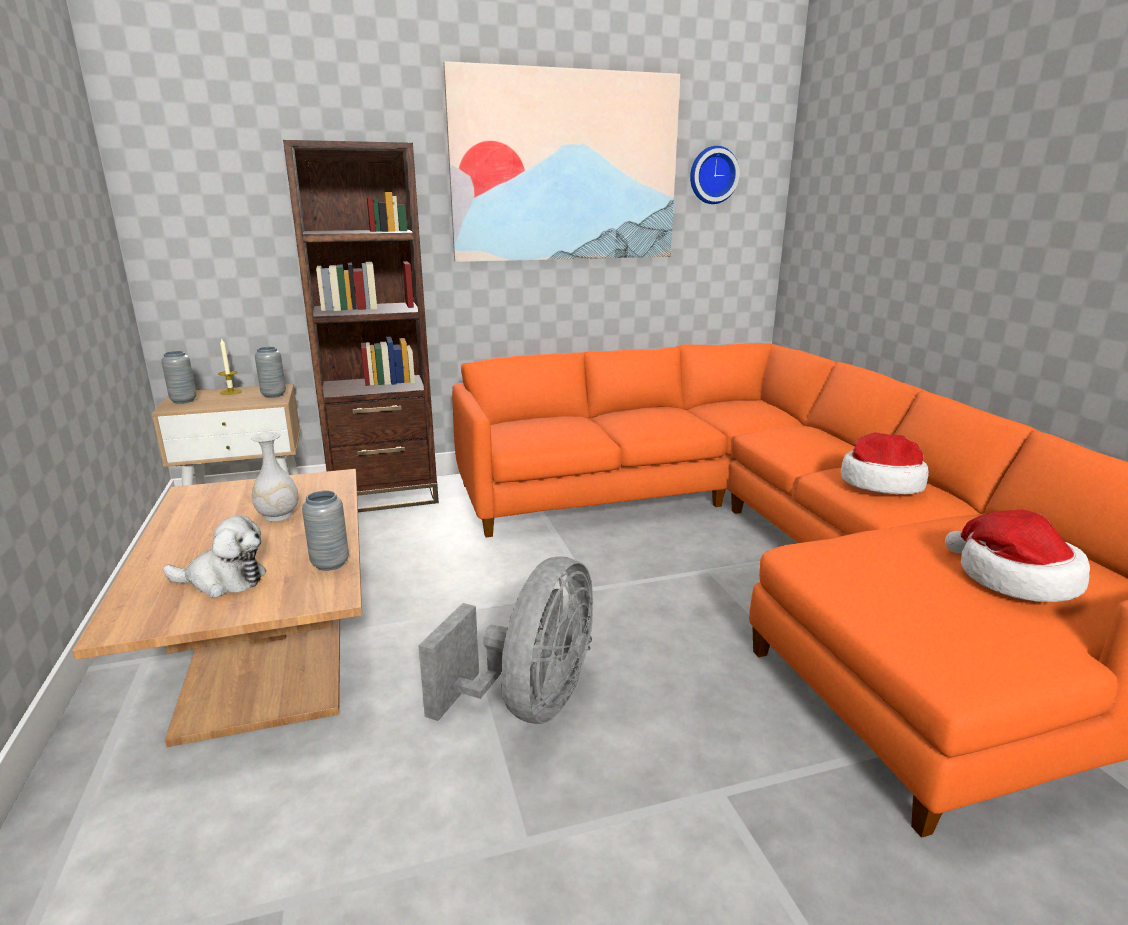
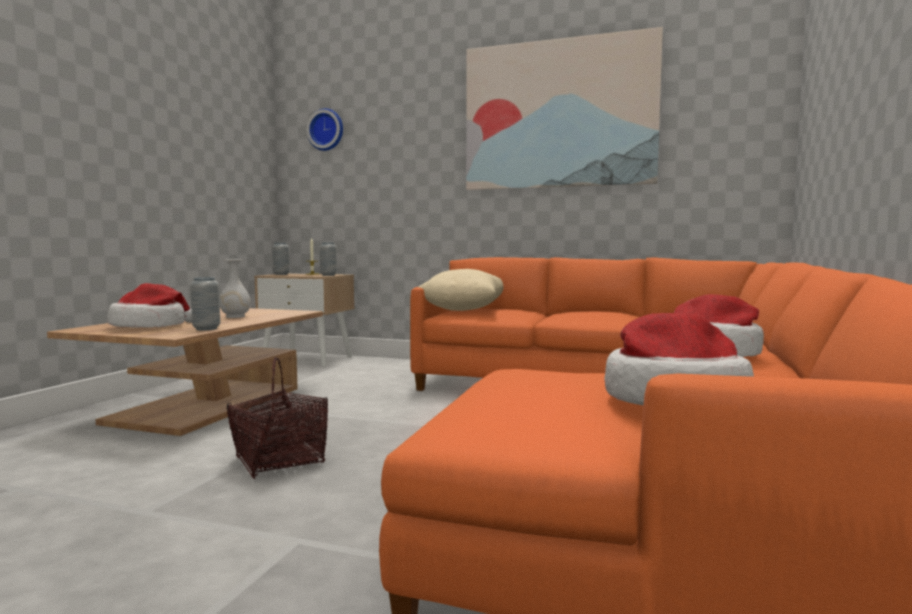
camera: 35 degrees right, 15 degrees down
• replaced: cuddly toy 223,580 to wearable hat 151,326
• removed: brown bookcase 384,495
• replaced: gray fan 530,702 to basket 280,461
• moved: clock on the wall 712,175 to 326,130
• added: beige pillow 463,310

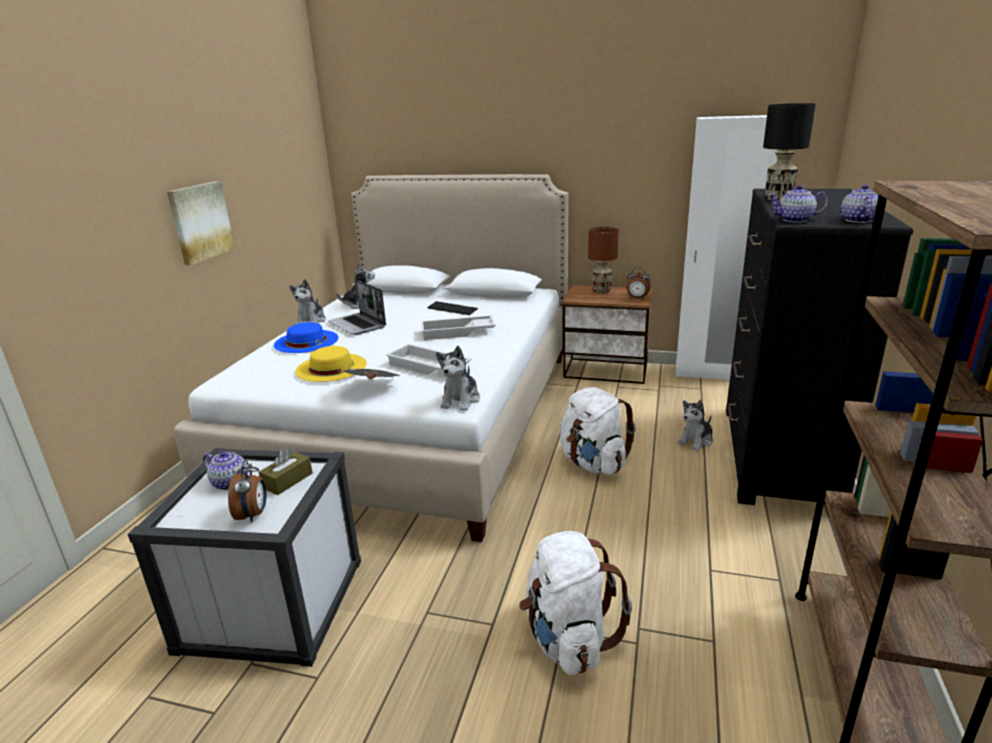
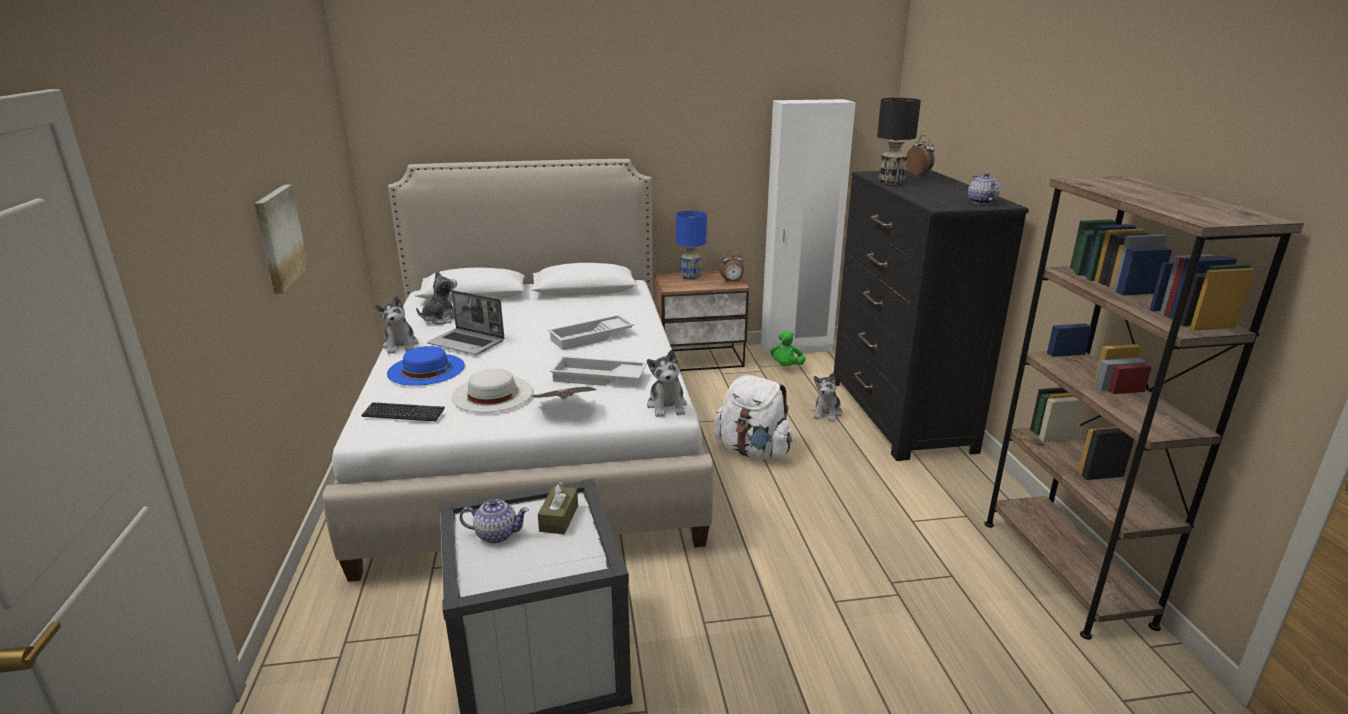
camera: 25 degrees left, 0 degrees up
• moved: table clock 253,515 to 919,174
• recoloured: yellow wearable hat 331,367 to whitish wearable hat 492,394
• moved: computer keyboard 452,309 to 403,413
• removed: whitish backpack 568,639
• recoloured: brown tabletop lamp 601,291 to blue tabletop lamp 690,277
• removed: tea pot 795,220
• added: green cuddly toy 786,367

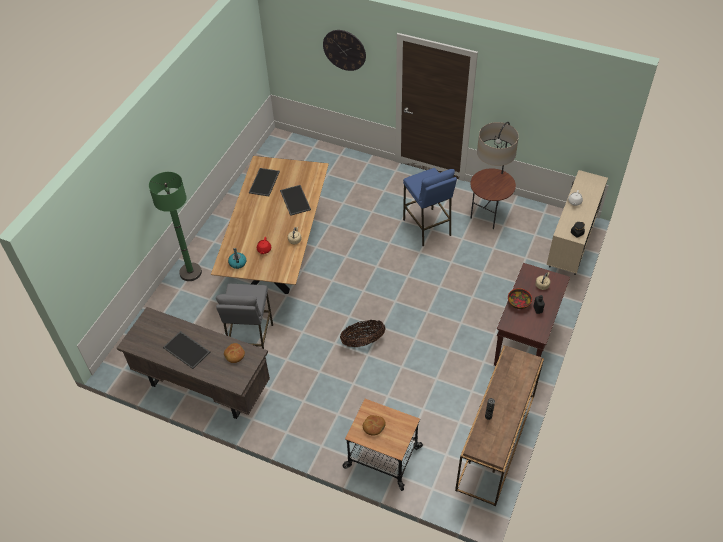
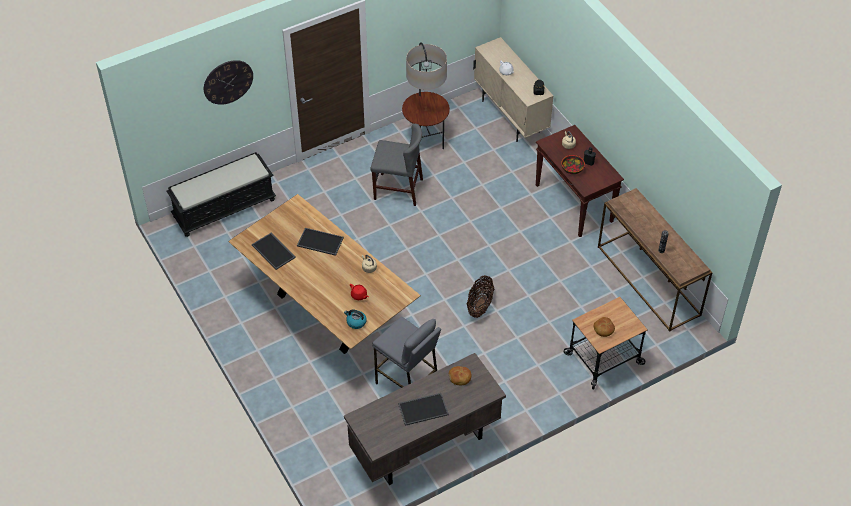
camera: 55 degrees left, 0 degrees up
• removed: green standard lamp 190,272
• replaced: blue stool 427,227 to gray upright chair 398,189
• added: black bench 224,207

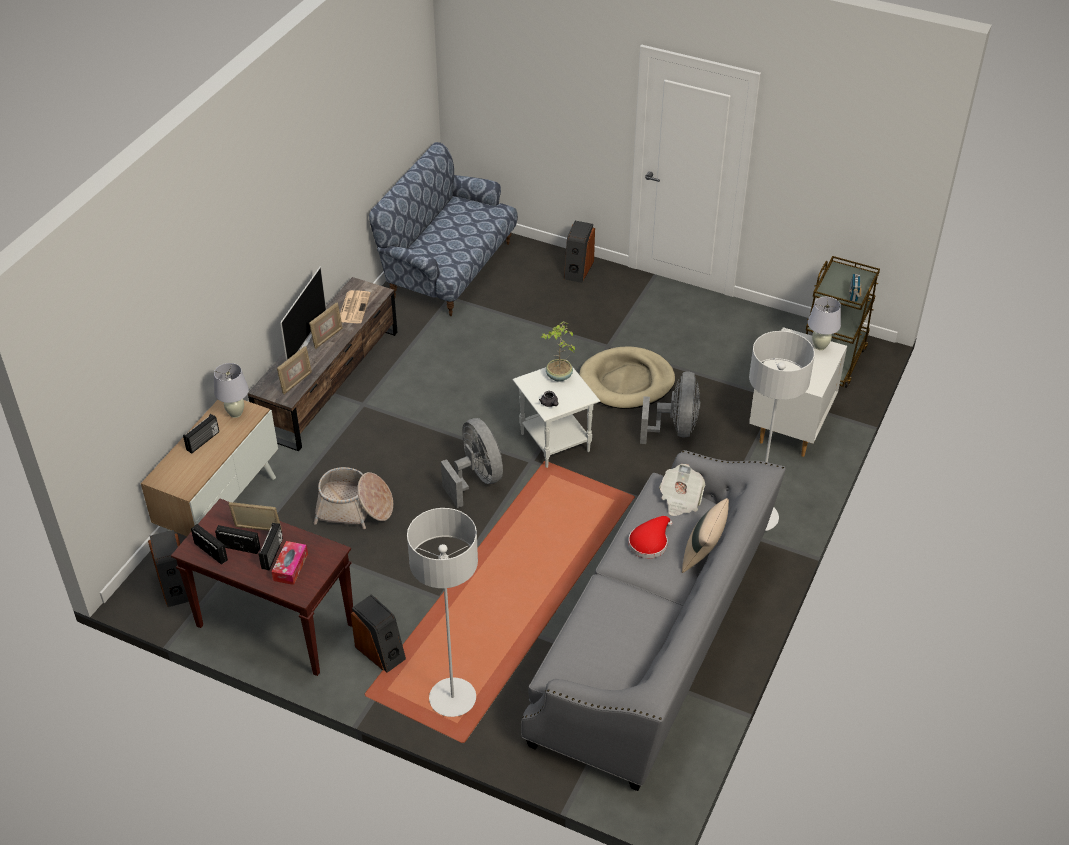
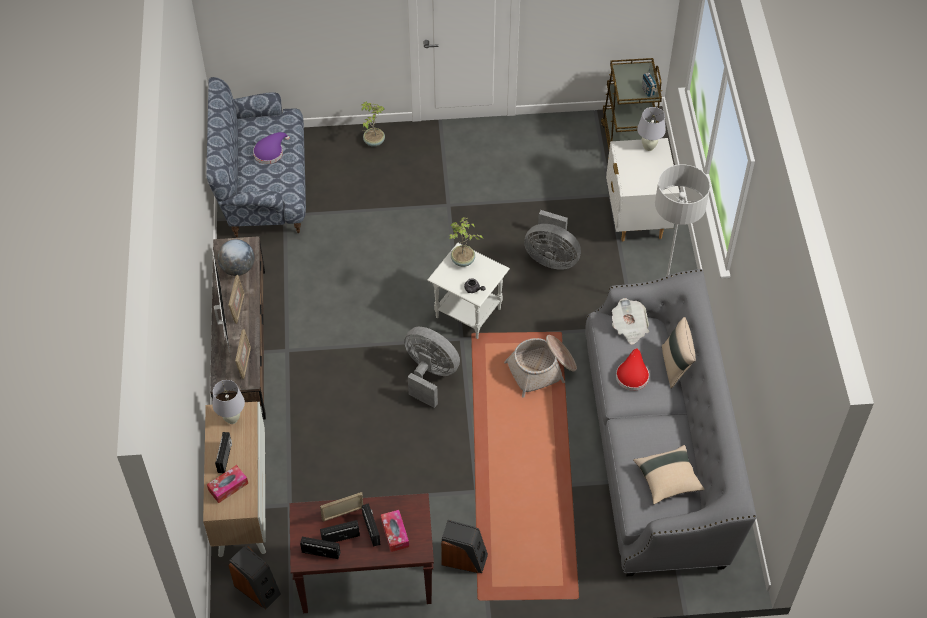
camera: 30 degrees left, 10 degrees up
• moved: basket 354,509 to 542,370
• replaced: daily paper 354,307 to globe 238,268
• removed: gray standard lamp 452,698
• replaced: audio speaker 578,269 to houseplant 373,141
• removed: beige dog cushion 626,381
• turned: gray fan 674,429 = 551,258 135 degrees clockwise
• added: box of tissues 228,487
• added: purplish wearable hat 270,152
• added: beige pillow 667,480

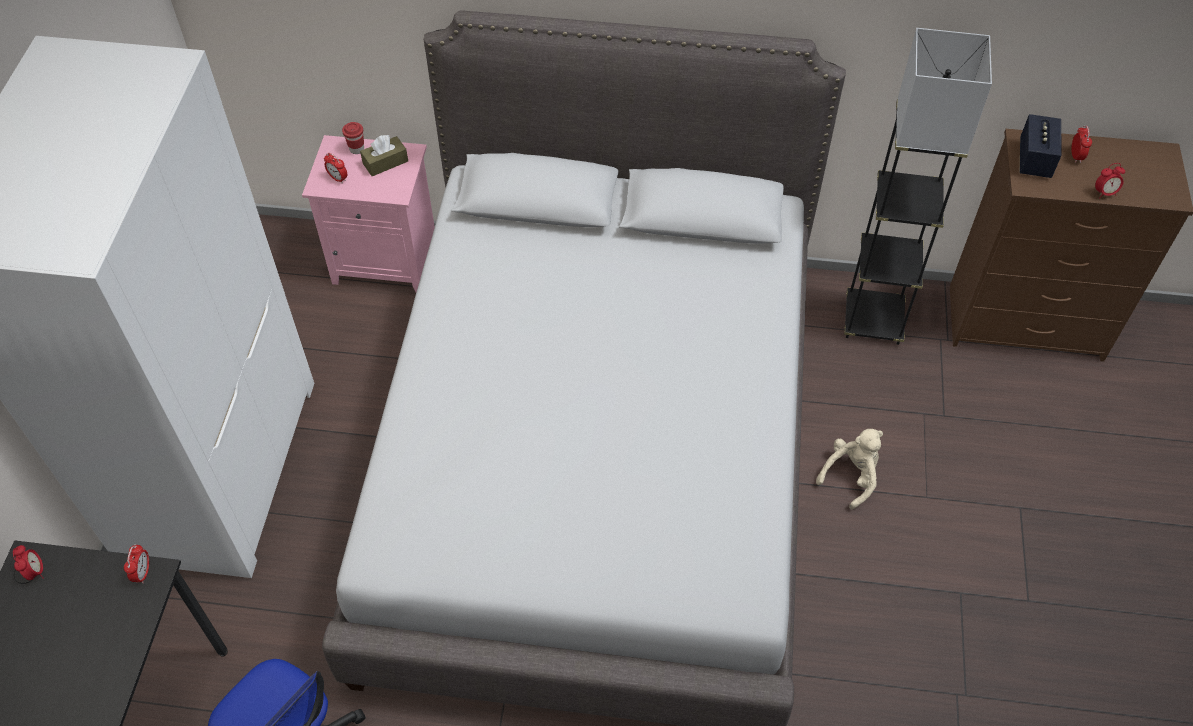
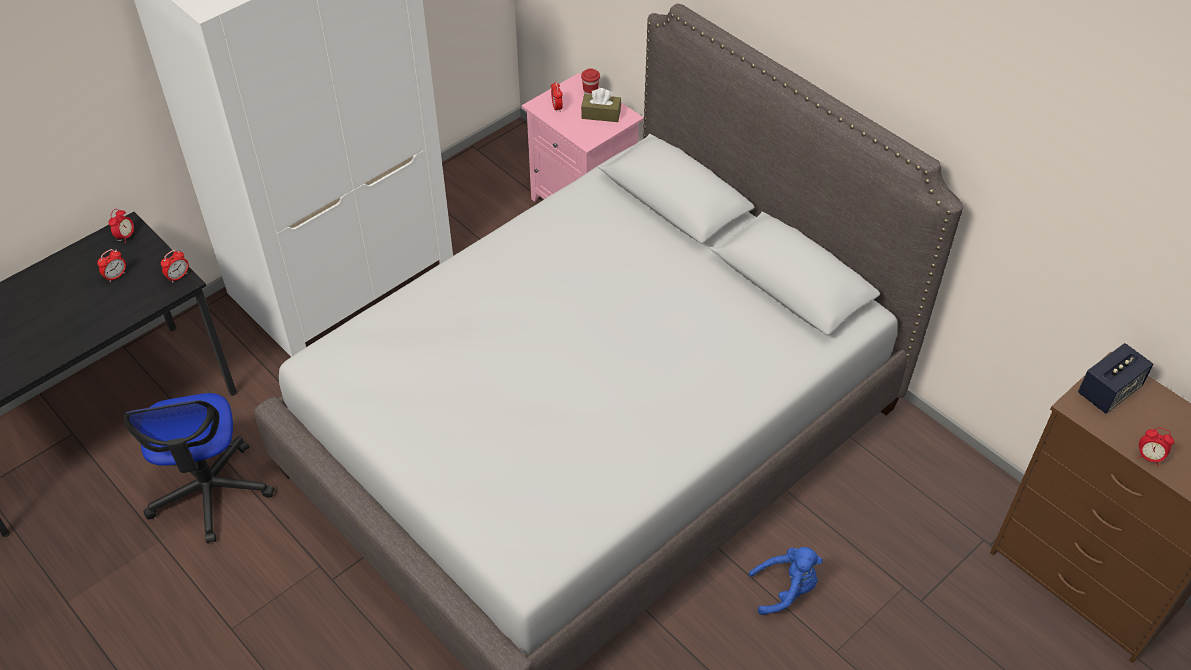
camera: 40 degrees right, 5 degrees down
• recoloured: beige cuddly toy 851,476 to blue cuddly toy 786,589
• removed: black standard lamp 873,321
• moved: table clock 1076,156 to 116,276

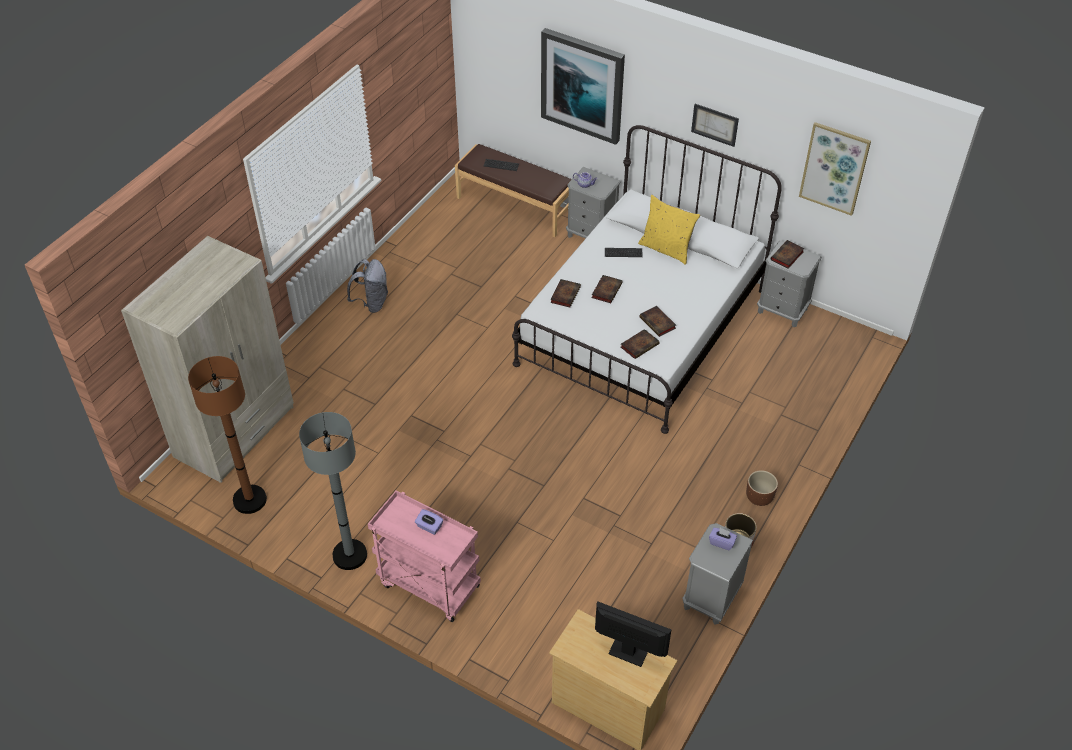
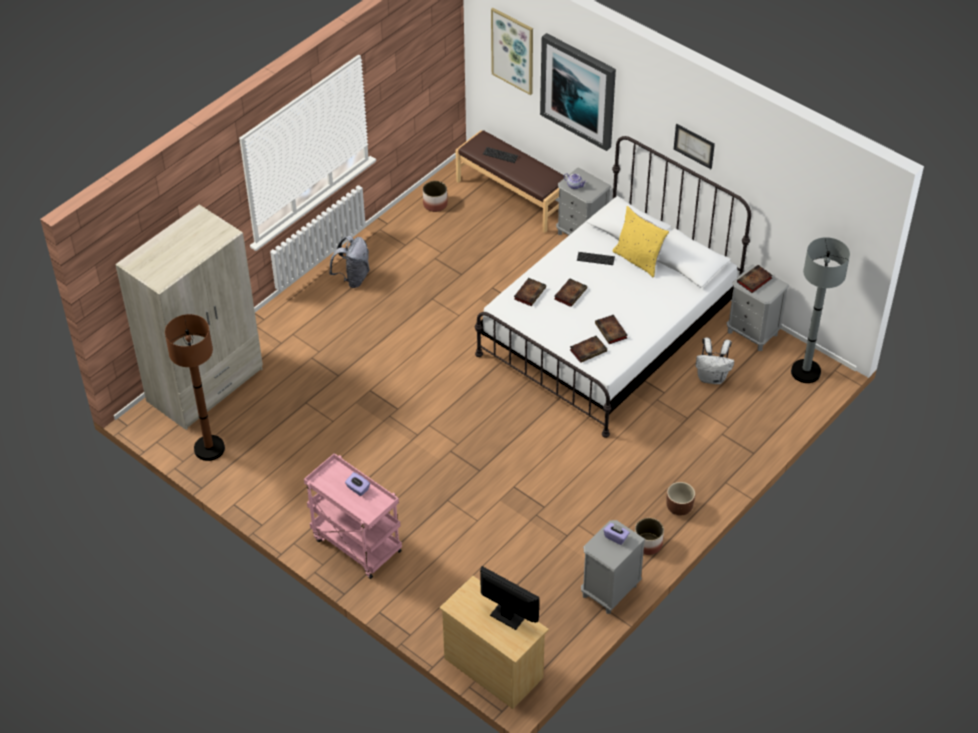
camera: 10 degrees right, 0 degrees up
• moved: gray standard lamp 350,555 to 805,372
• moved: wall art 834,168 to 513,50
• added: plant pot 435,204
• added: whitish backpack 712,377

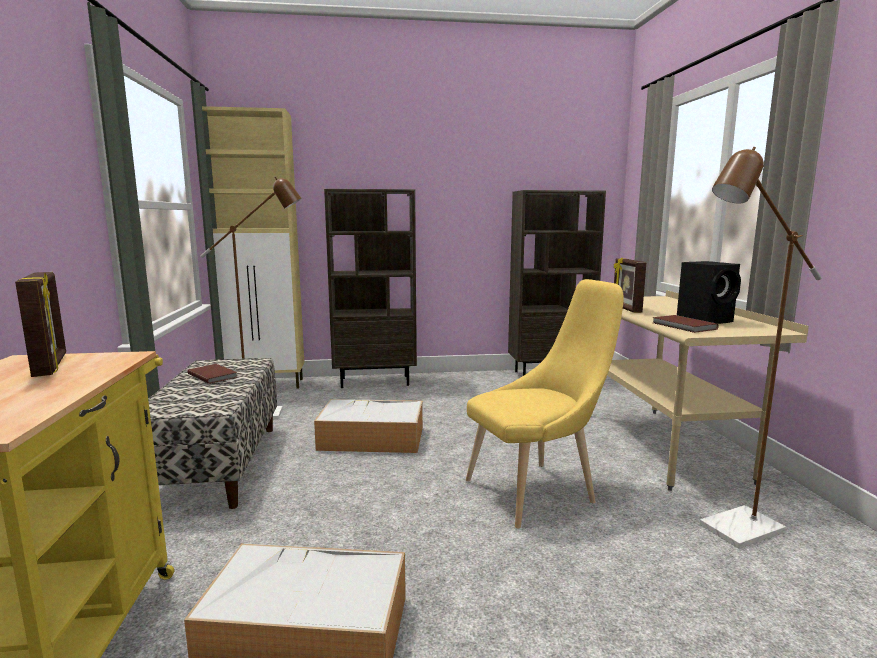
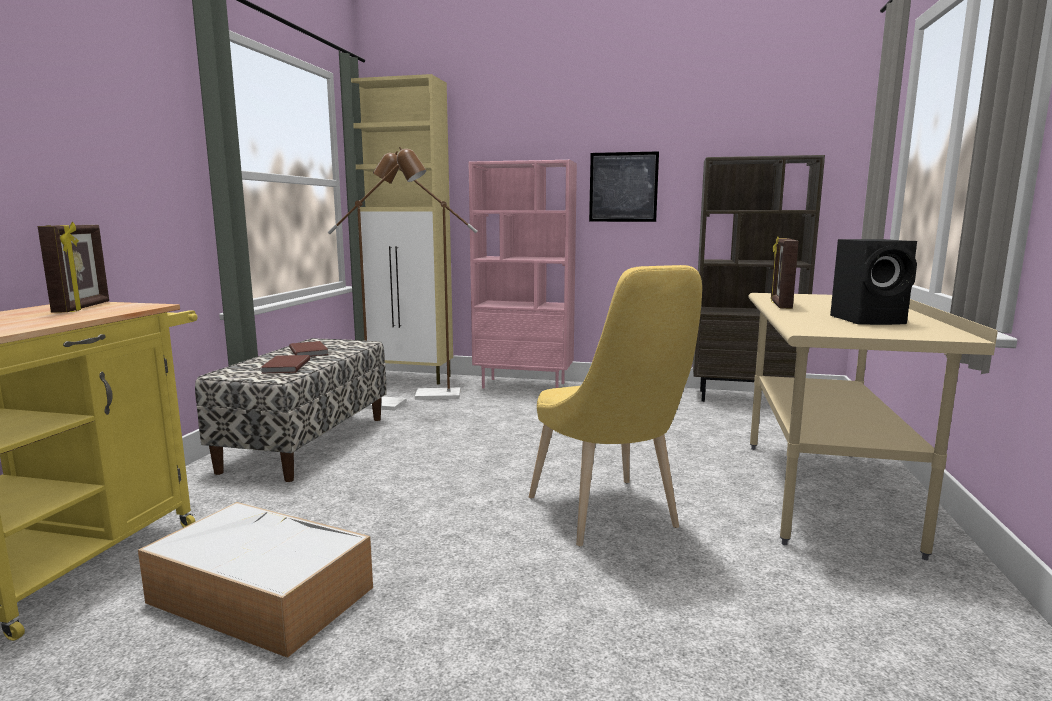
camera: 20 degrees right, 0 degrees up
• removed: storage container 370,438
• recoloured: brown bookcase 375,381 to pink-coloured bookcase 524,385
• turned: yellow upright chair 537,491 = 607,516 75 degrees clockwise
• moved: brown volume 683,326 to 284,367
• moved: brown standard lamp 732,531 to 428,395
• added: wall art 623,187

